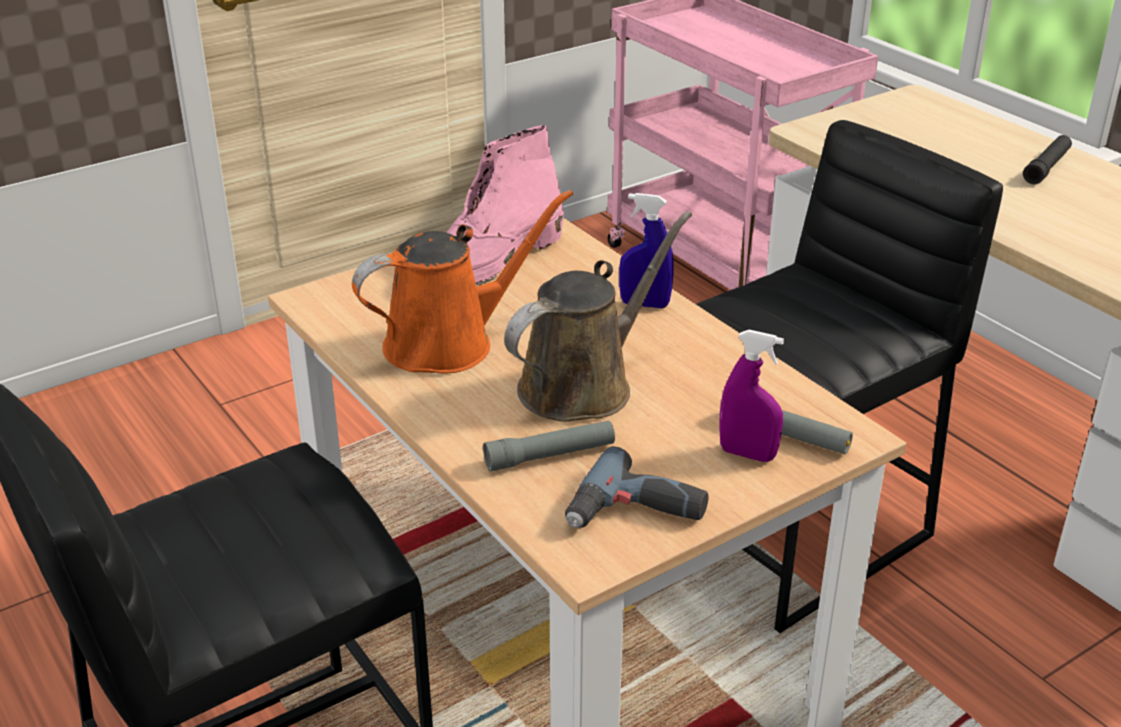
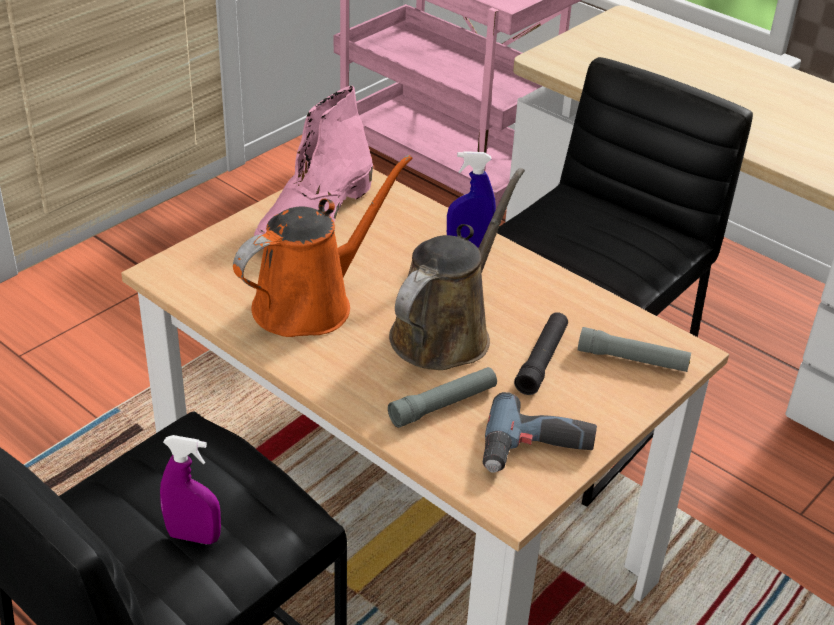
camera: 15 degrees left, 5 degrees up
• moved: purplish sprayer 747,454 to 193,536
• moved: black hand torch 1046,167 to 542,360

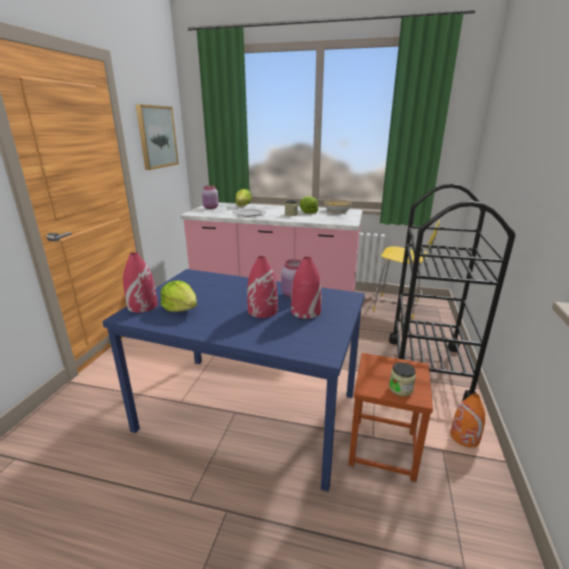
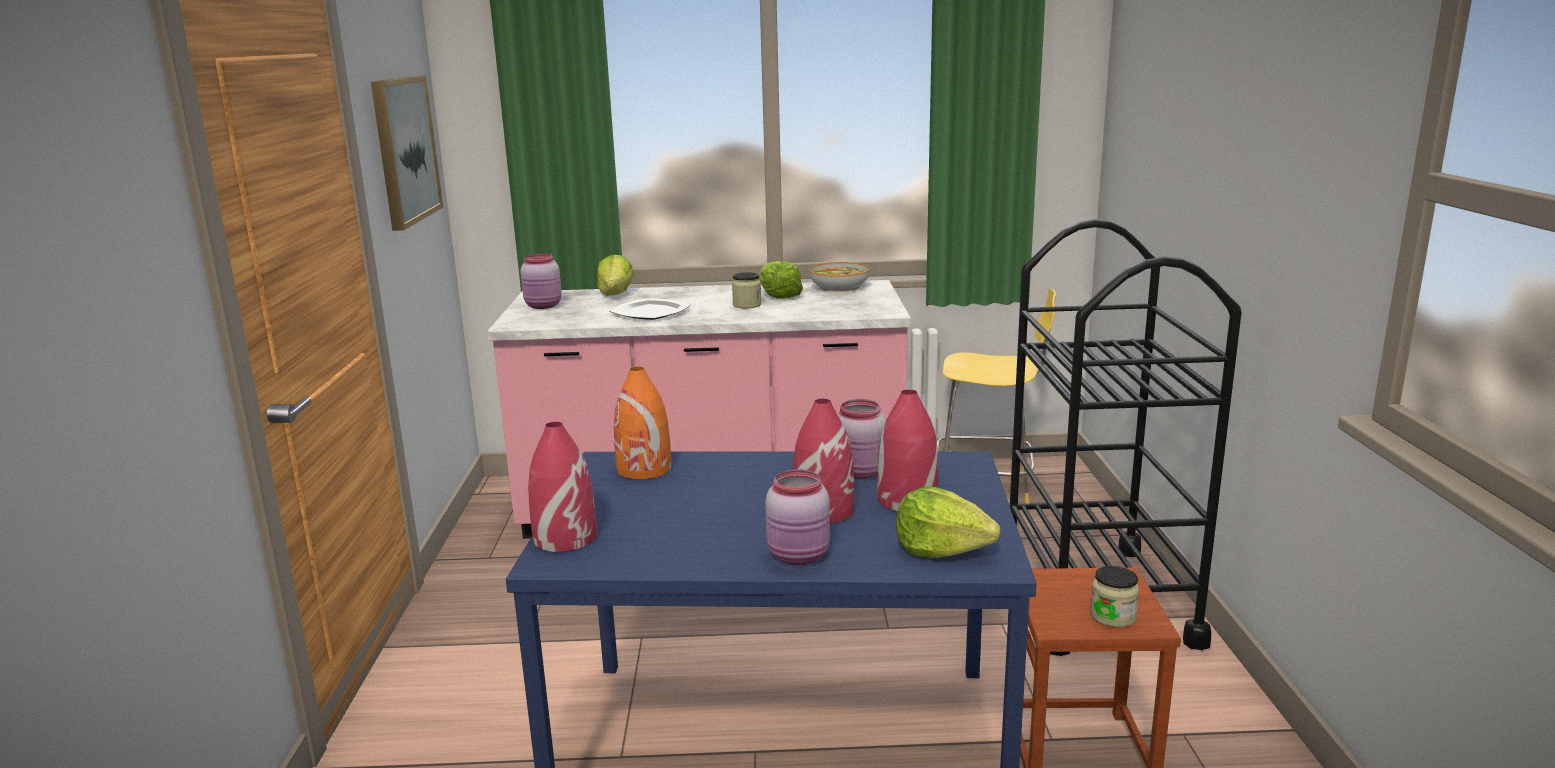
camera: 15 degrees left, 5 degrees down
• moved: lettuce head 181,308 to 941,549
• moved: orange decorative vase 465,437 to 644,469
• added: pink-coloured storage jar 800,556

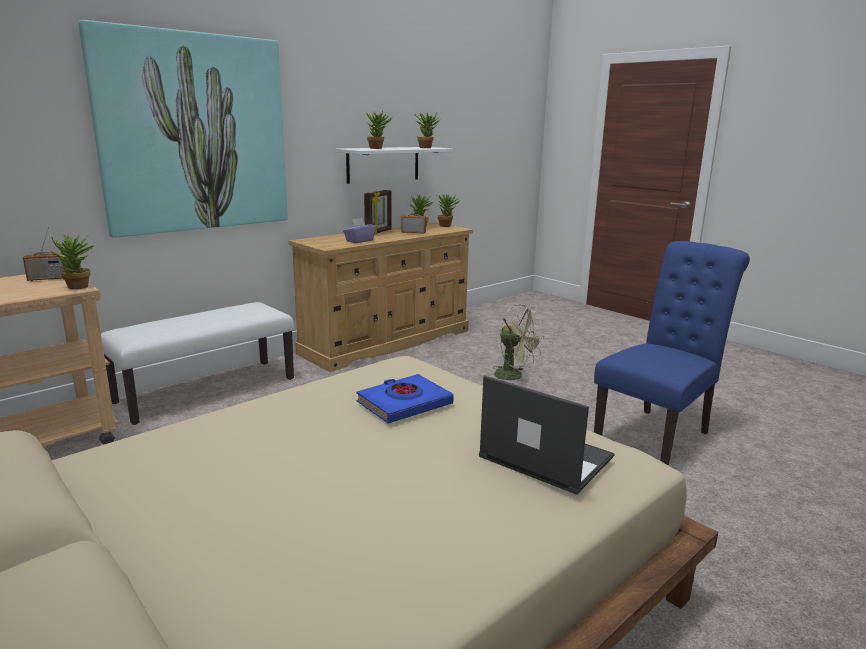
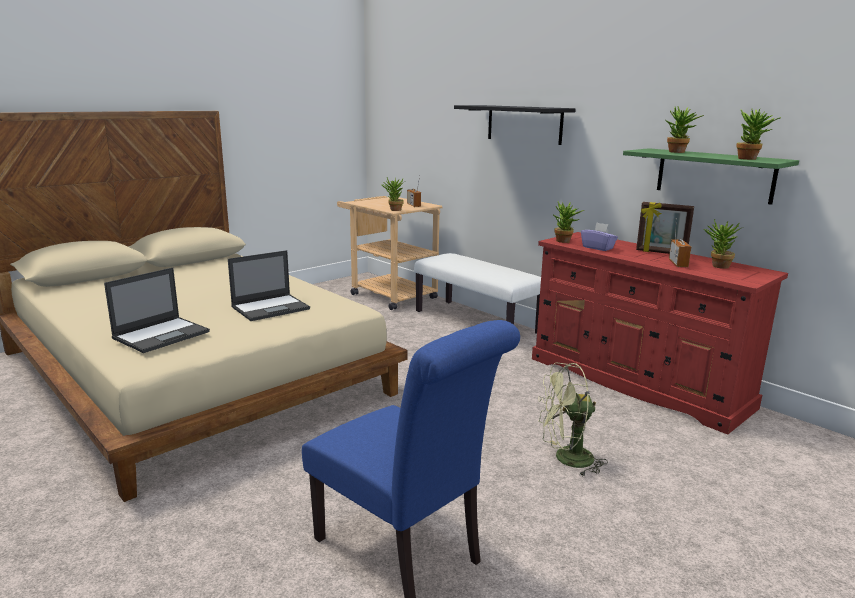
camera: 90 degrees right, 0 degrees up
• replaced: wall art 194,133 to black bracket shelf 524,124
• recoloured: beige dresser 387,341 to red-coloured dresser 637,382
• recoloured: whitish bracket shelf 383,164 to green bracket shelf 714,175
• replaced: blue volume 404,404 to portable computer 271,308
• moved: houseplant 447,226 to 565,242
• turned: green fan 514,376 = 566,459 45 degrees clockwise

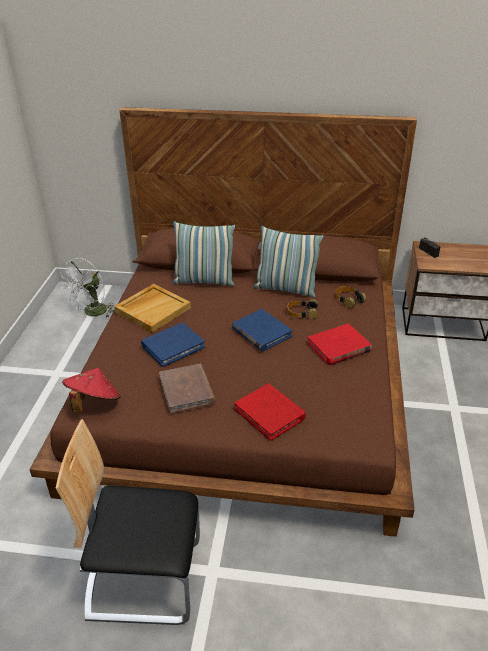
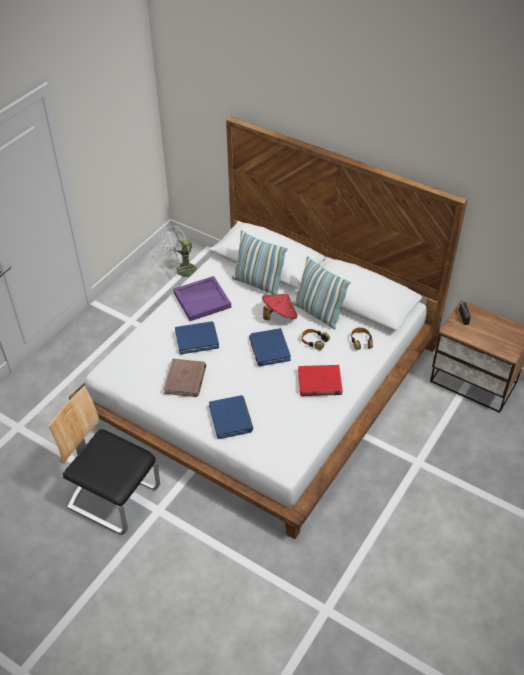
camera: 25 degrees right, 10 degrees up
• recoloured: brown sleeping bed 244,386 to whitish sleeping bed 262,382
• moved: red-coloured wearable hat 94,402 to 279,316
• recoloured: beige tray 153,309 to purplish tray 202,300
• recoloured: red-coloured volume 270,413 to blue volume 231,418

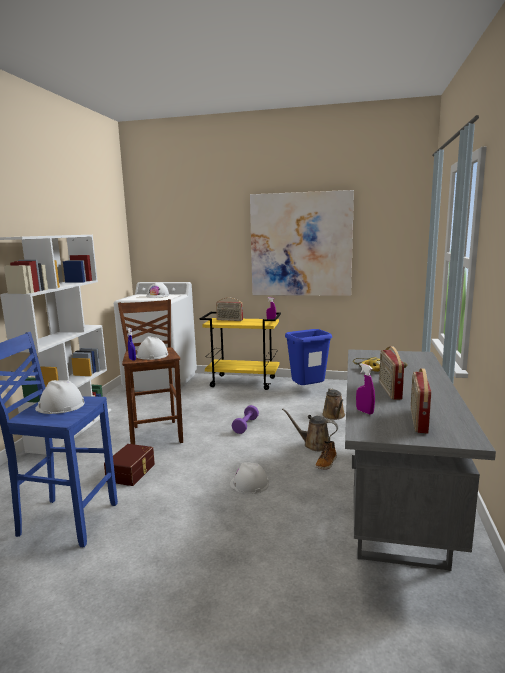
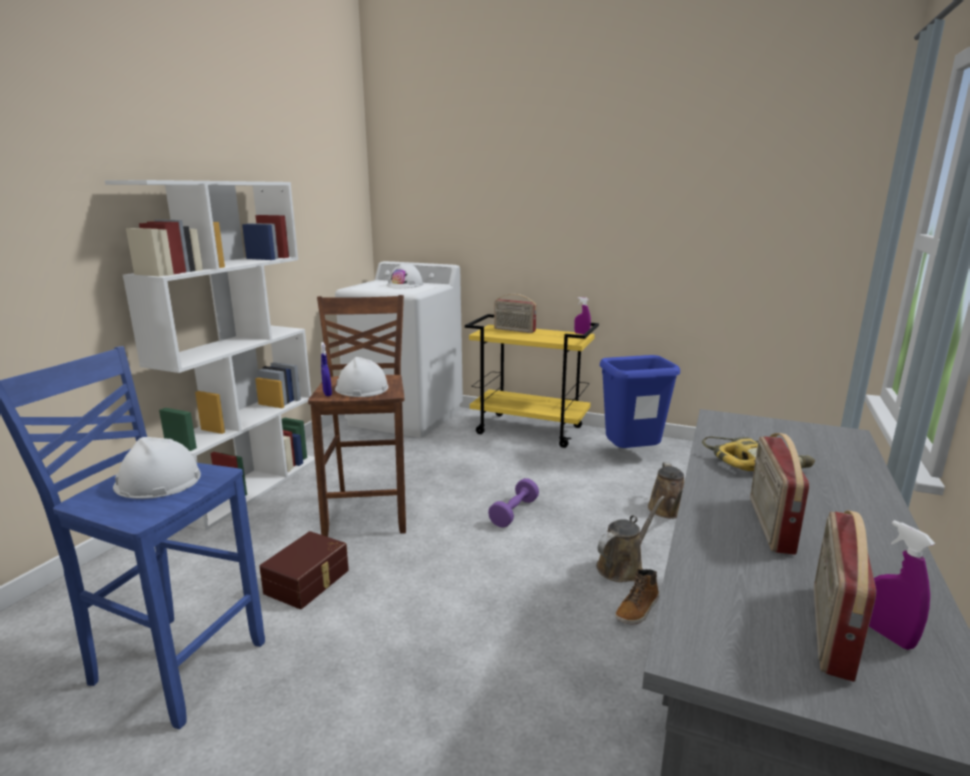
camera: 10 degrees right, 5 degrees up
• removed: whitish work helmet 249,484
• removed: wall art 301,244
• turned: brown watering can 314,445 = 623,566 105 degrees clockwise
• moved: purplish sprayer 364,412 to 888,635

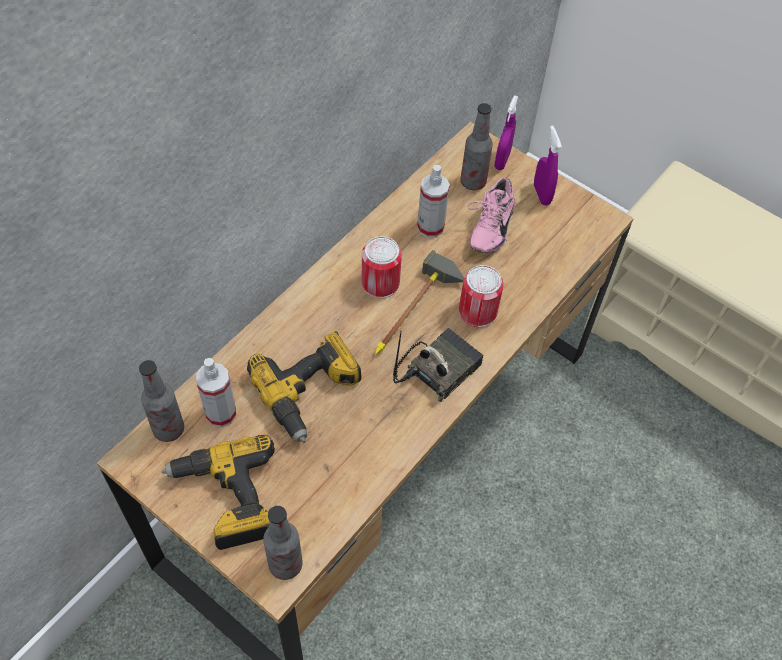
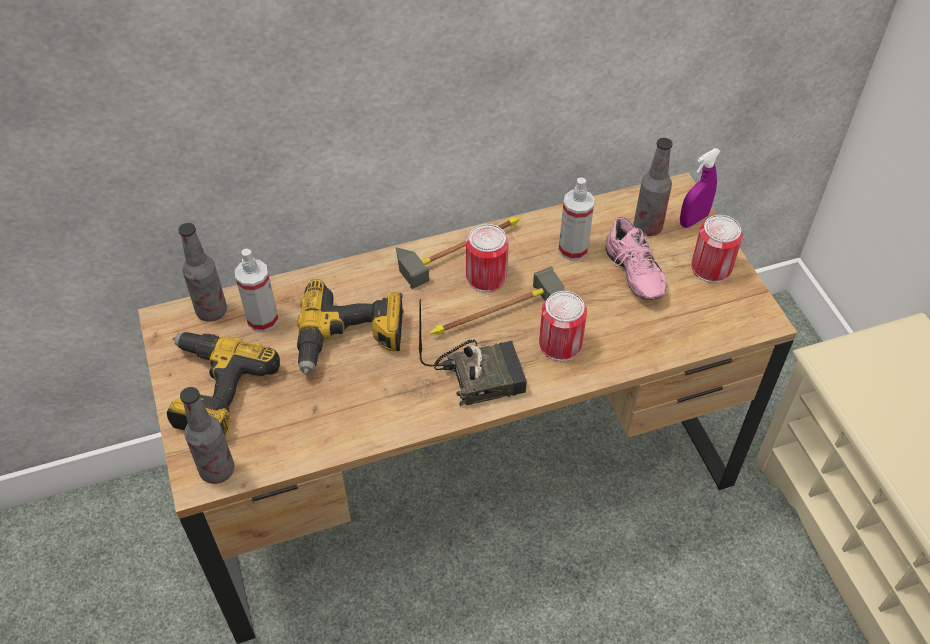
camera: 35 degrees right, 5 degrees down
• turned: pink-coloured shoe 488,227 = 630,274 75 degrees counterclockwise
• replaced: purplish sprayer 541,194 to sealed can 711,268
• added: hammer 459,246

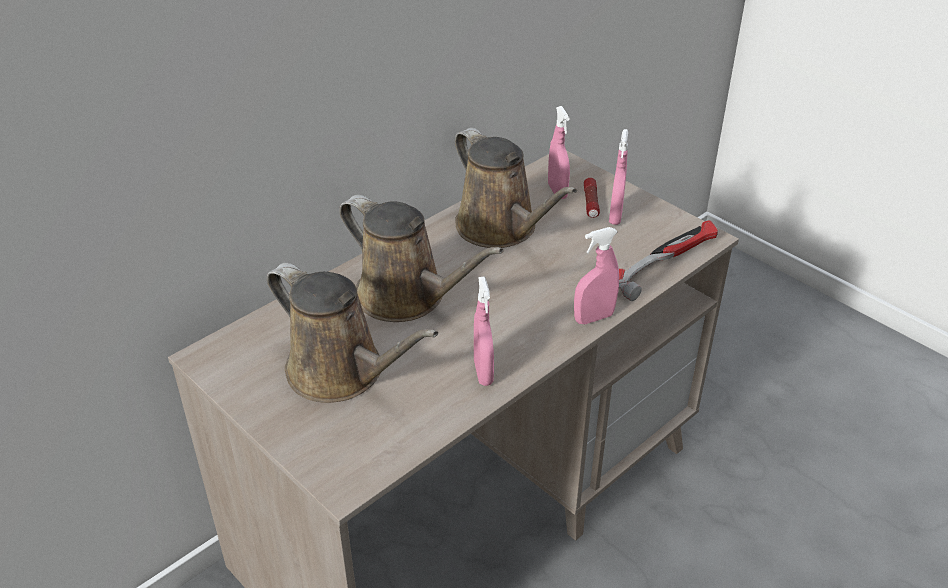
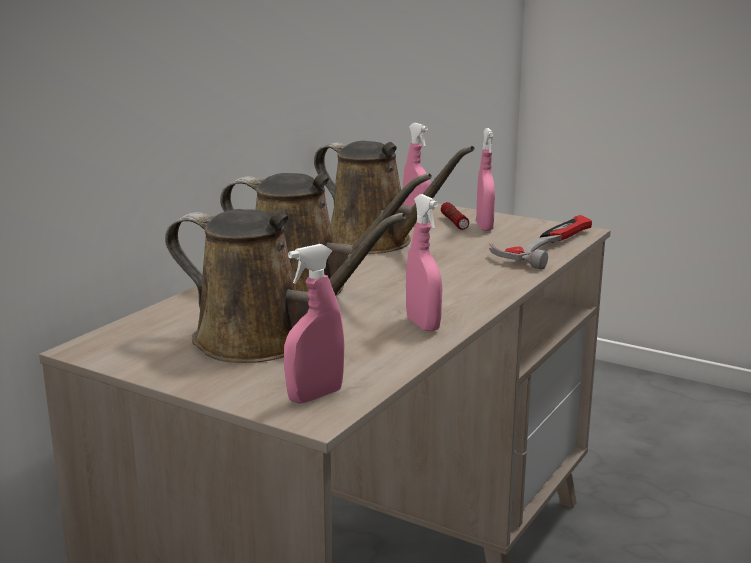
camera: 15 degrees left, 20 degrees down
• moved: pink-coloured sprayer 593,318 to 315,396

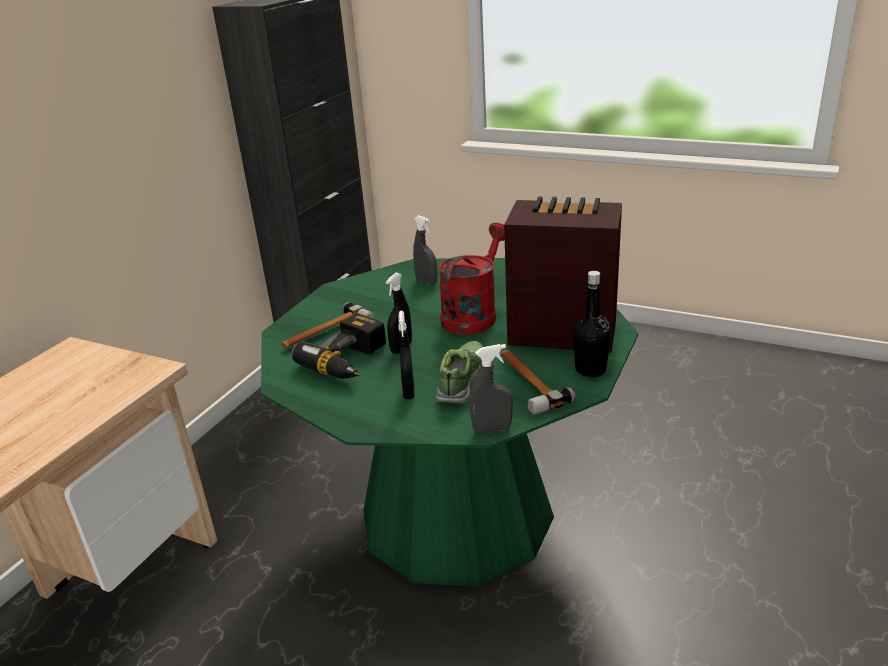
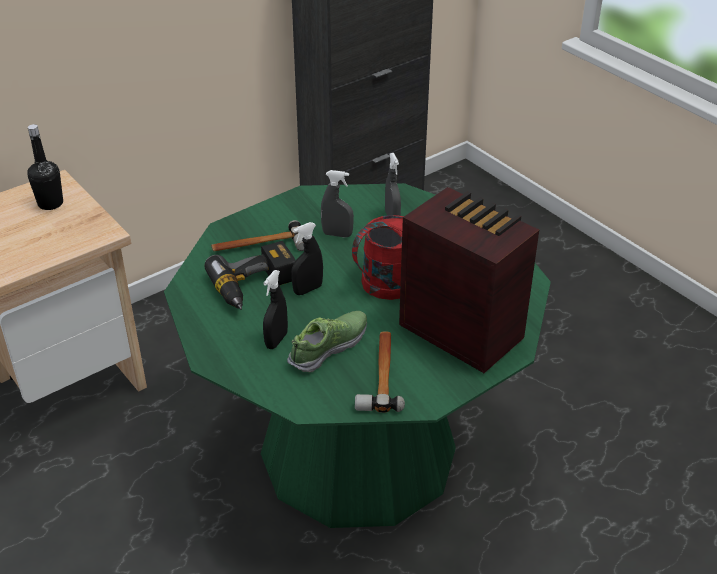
camera: 25 degrees right, 10 degrees up
• moved: gray sprayer 492,429 to 337,234
• moved: black beverage bottle 590,370 to 50,203

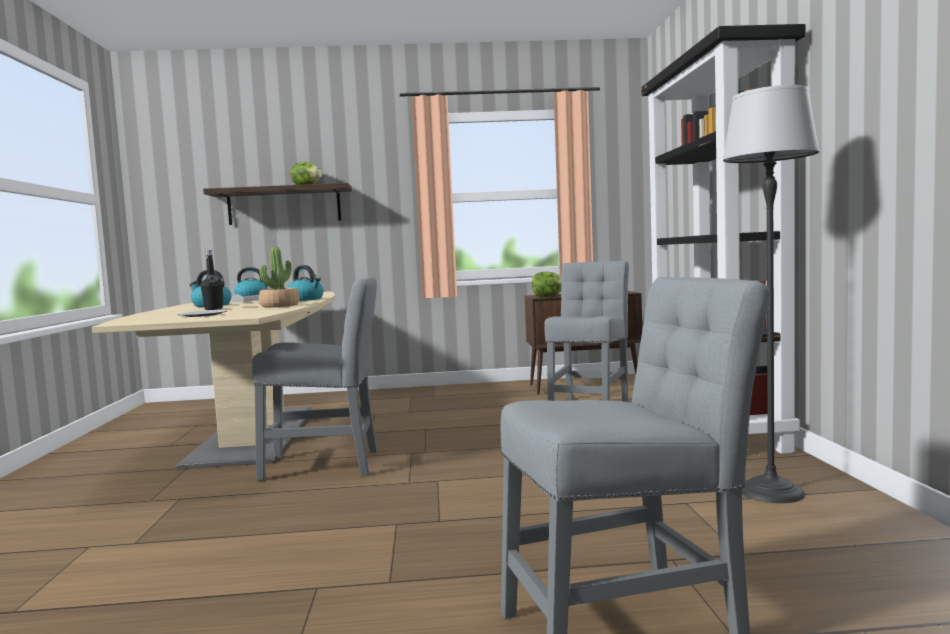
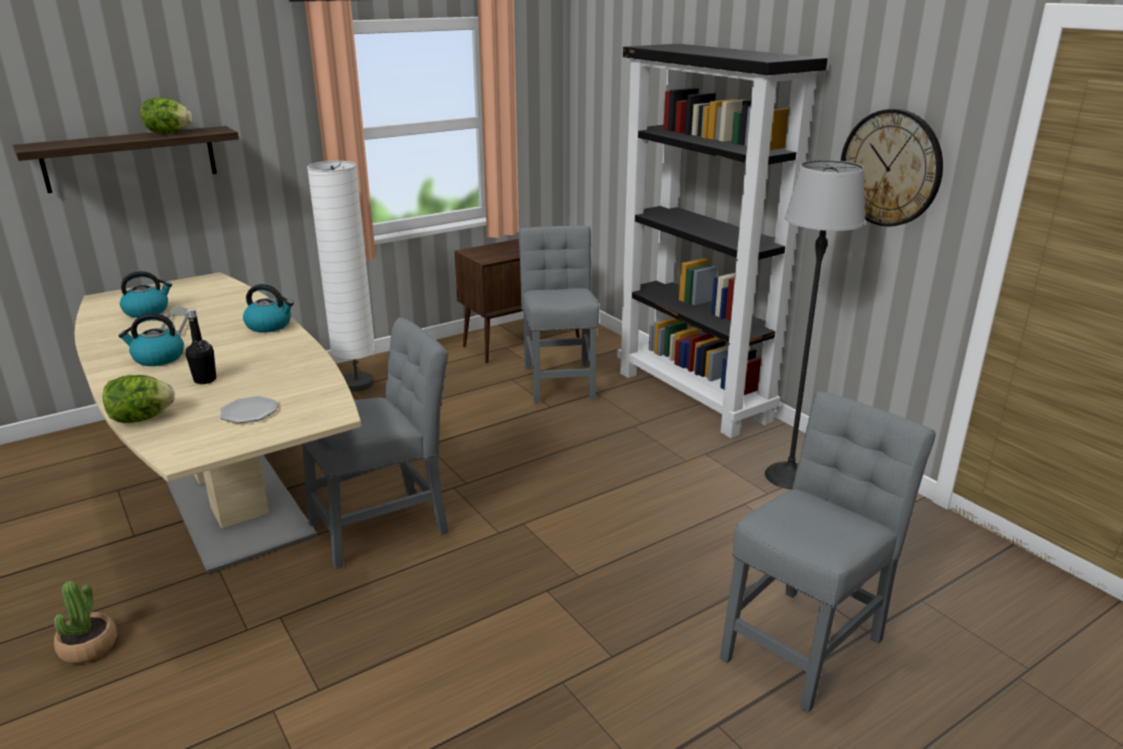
camera: 30 degrees left, 20 degrees up
• moved: houseplant 280,306 to 88,646
• moved: lettuce head 548,296 to 141,418
• added: whitish standard lamp 357,384
• added: clock on the wall 890,168

